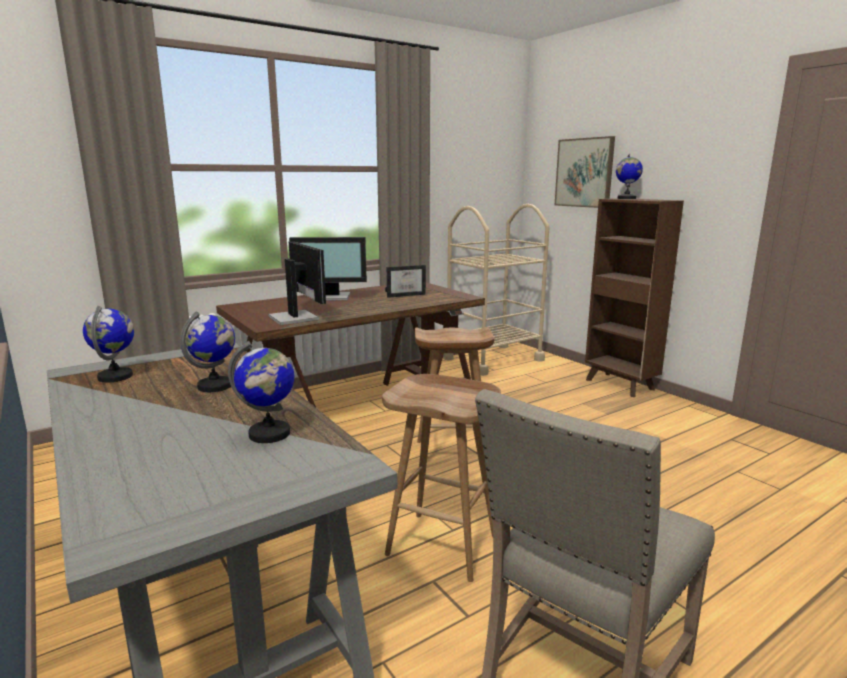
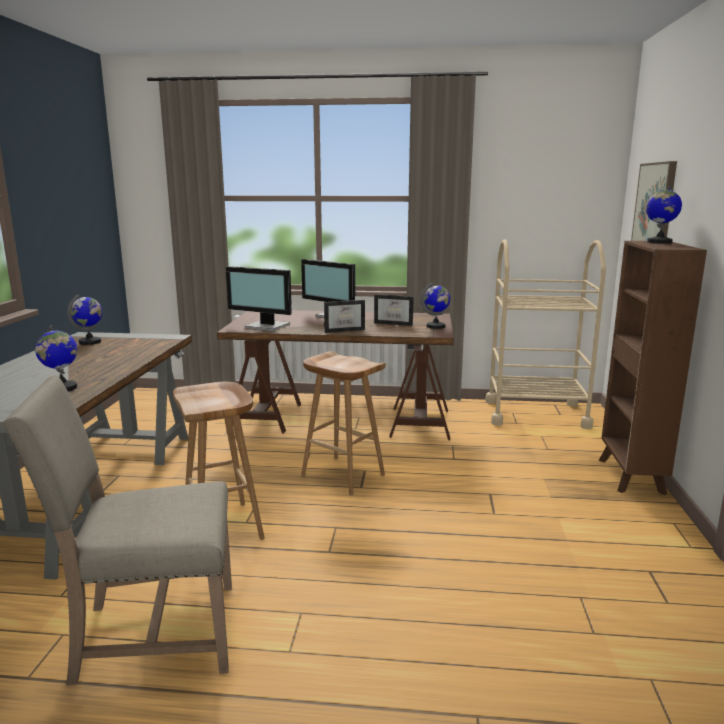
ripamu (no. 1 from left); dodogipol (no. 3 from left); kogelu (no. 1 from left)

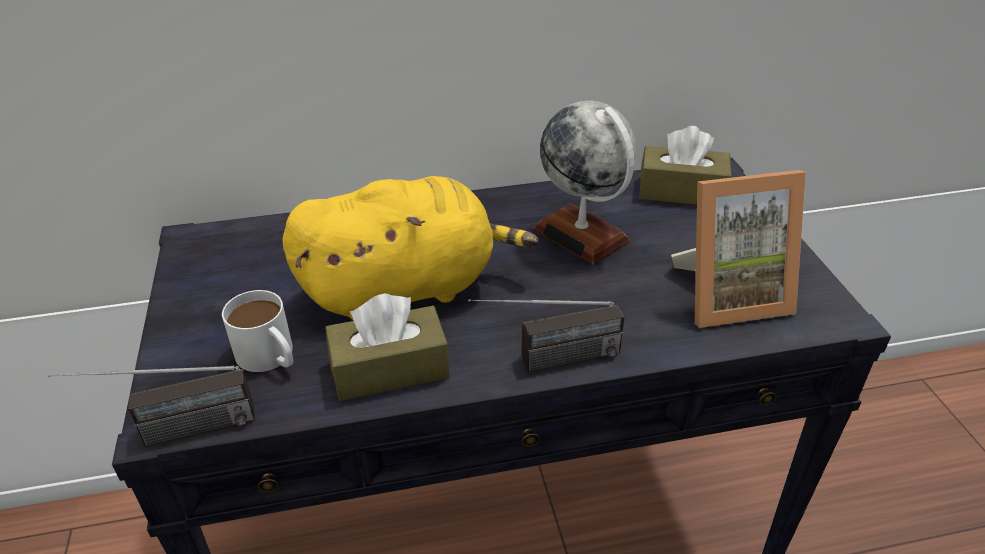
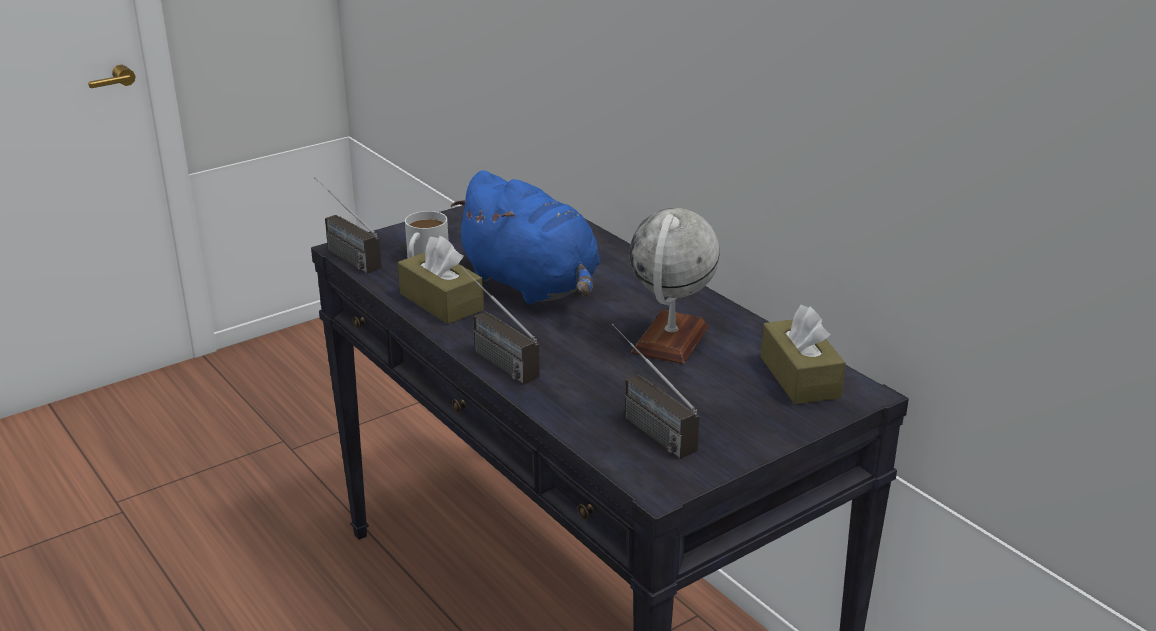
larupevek (no. 3 from left); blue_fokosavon

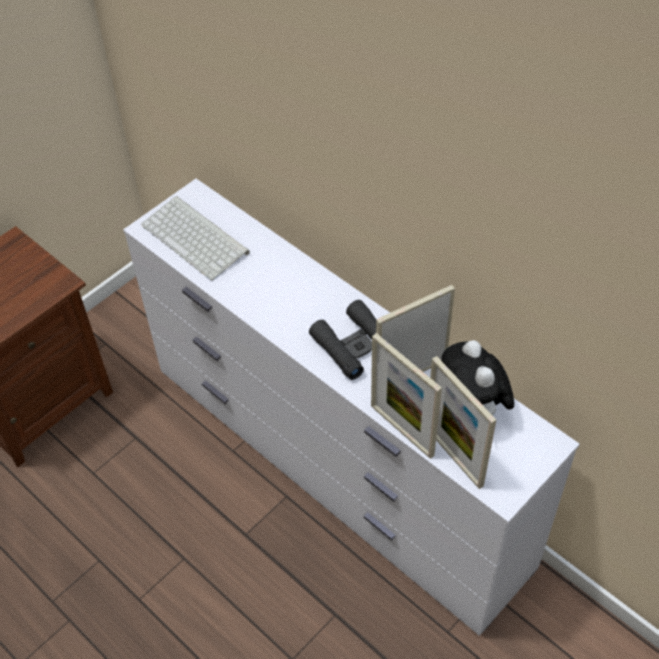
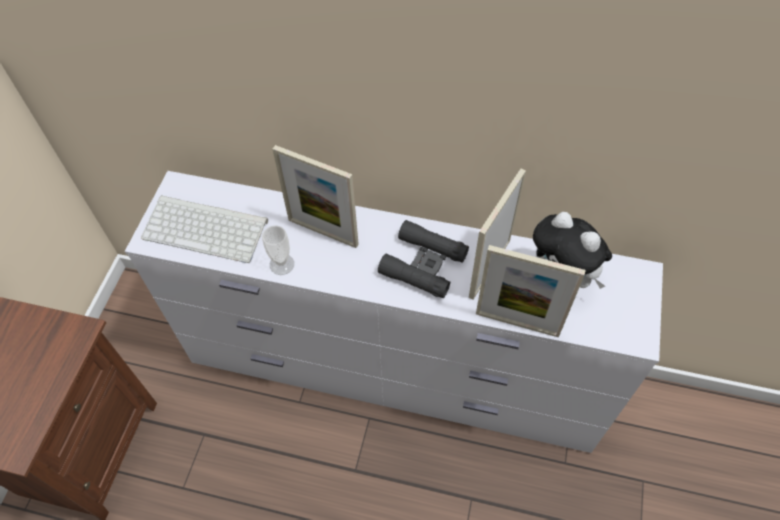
kogelu (no. 1 from left); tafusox

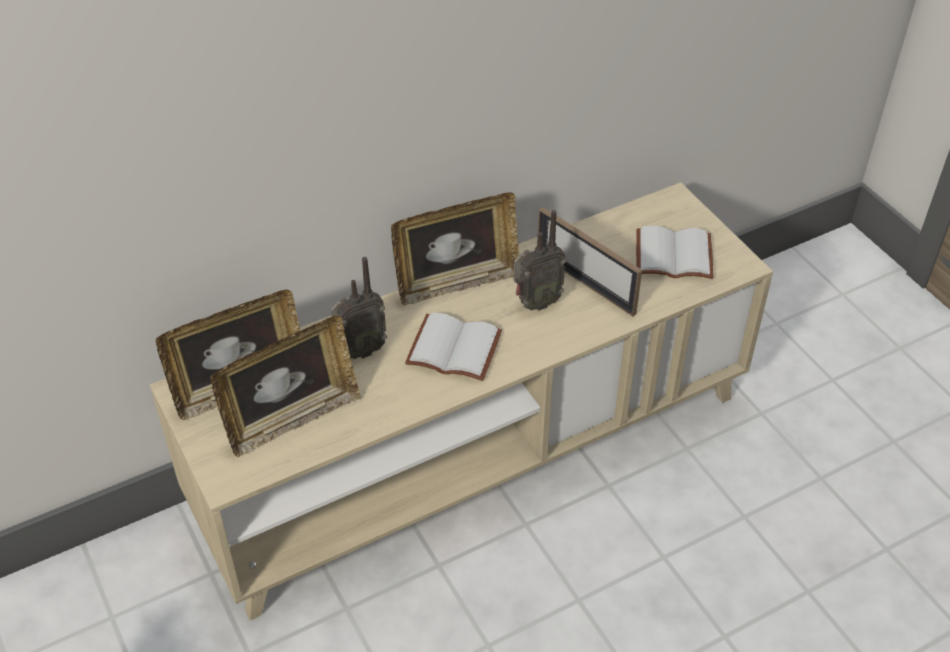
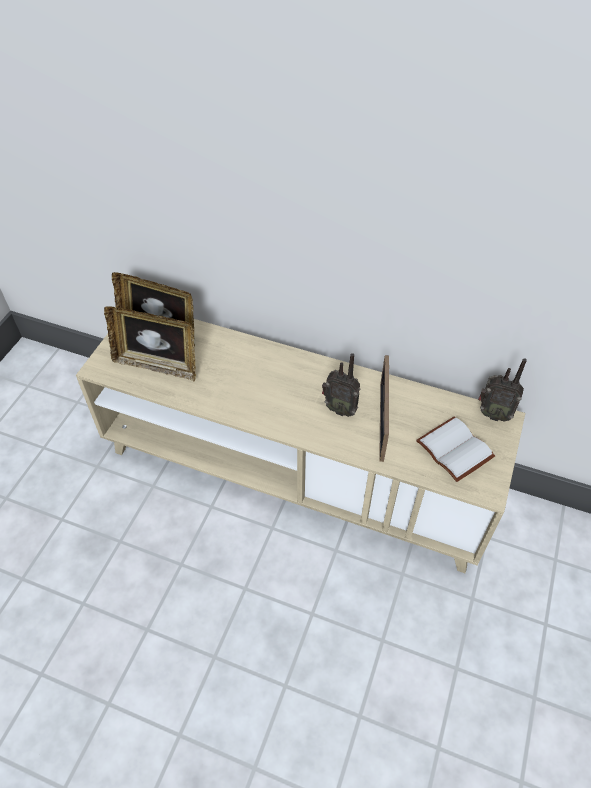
kogelu (no. 3 from left in the first image); larupevek (no. 2 from left); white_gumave (no. 1 from left in the first image)

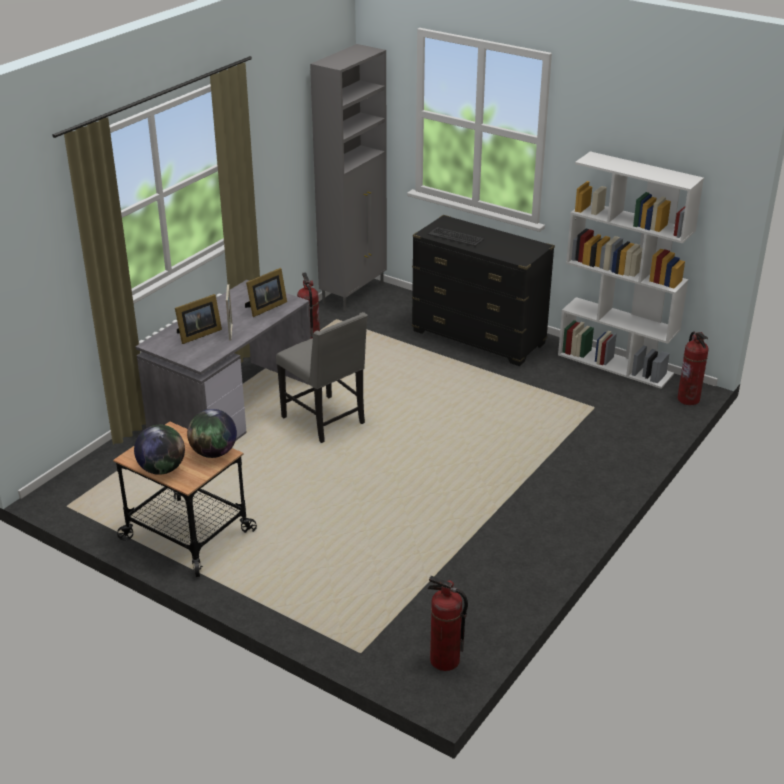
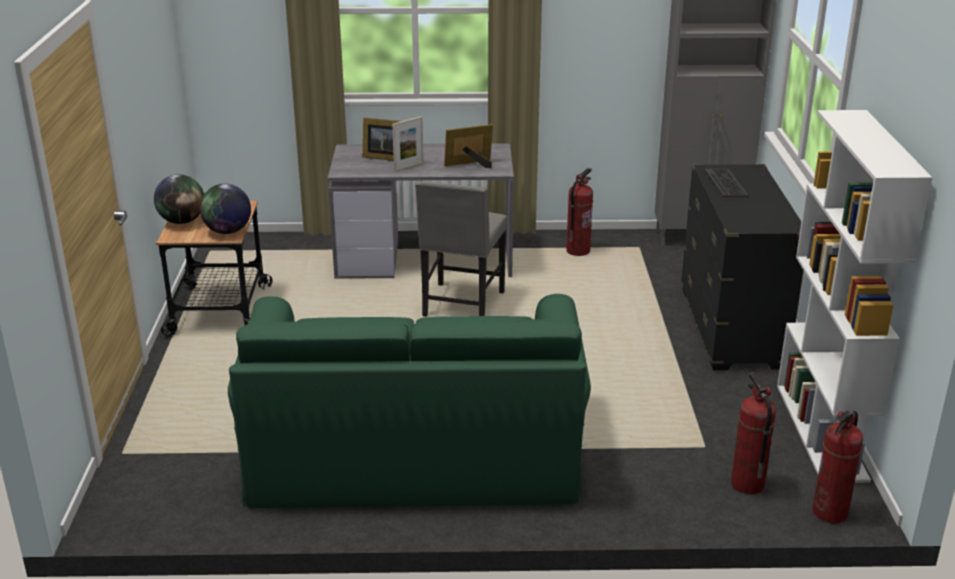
kogelu (no. 3 from left); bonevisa (no. 2 from left); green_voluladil

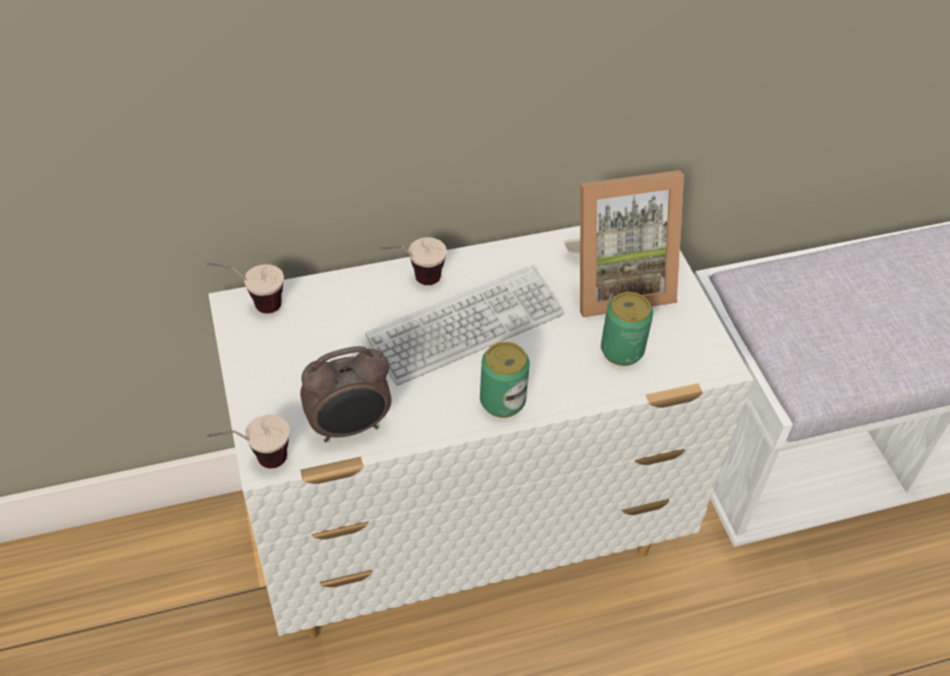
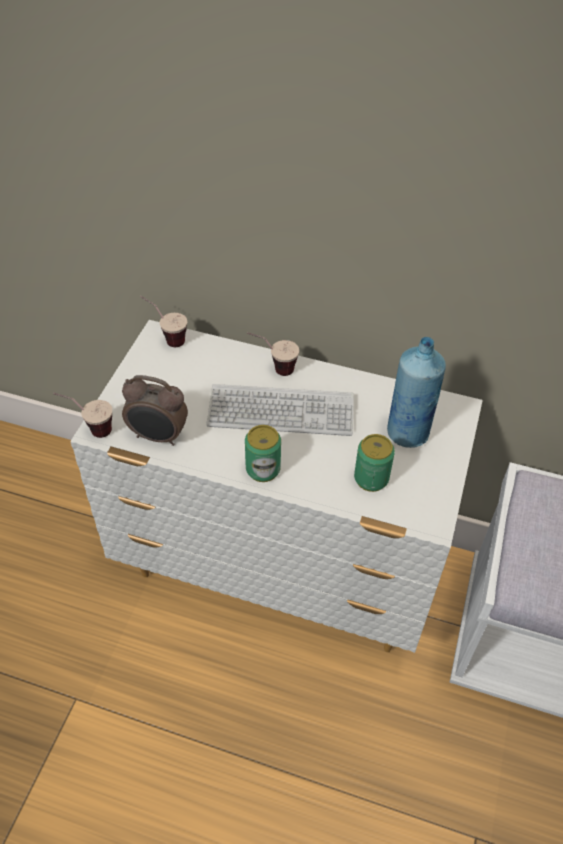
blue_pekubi

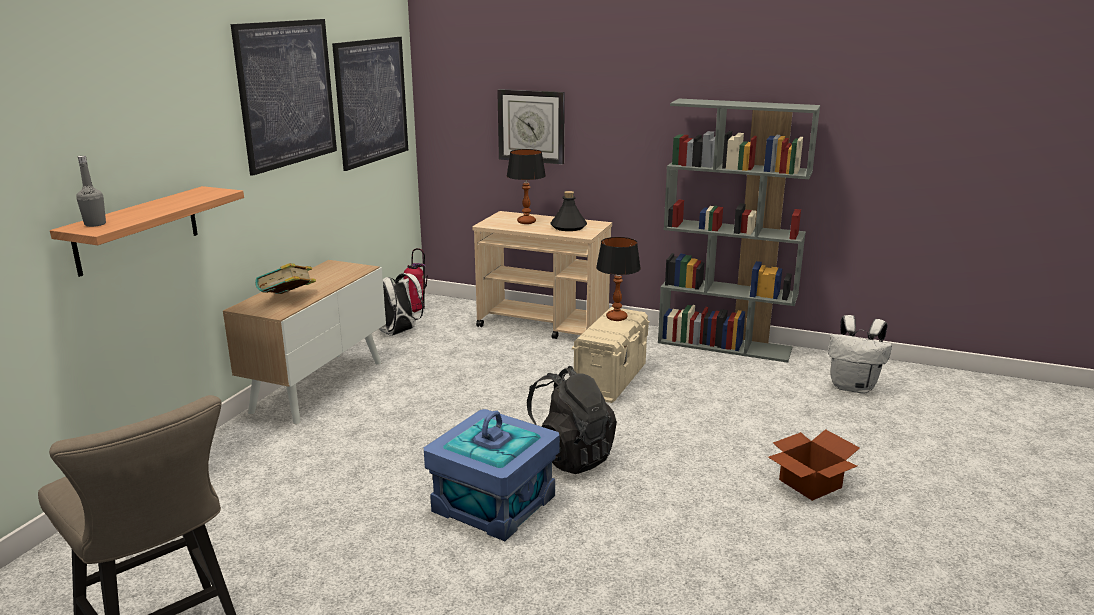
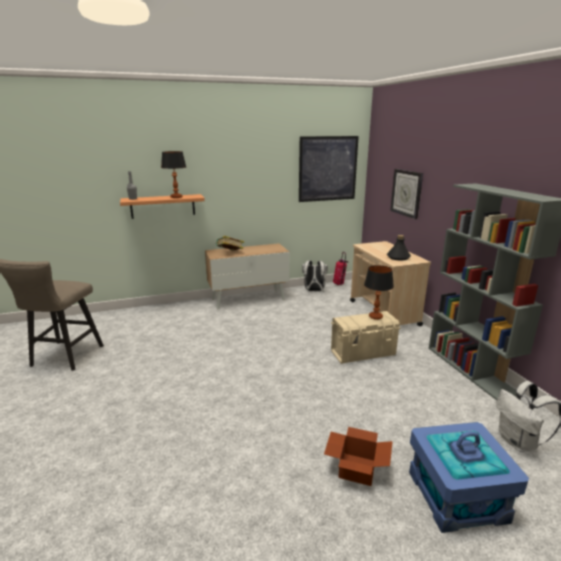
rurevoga (no. 1 from left in the first image); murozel (no. 1 from left); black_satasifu; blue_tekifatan

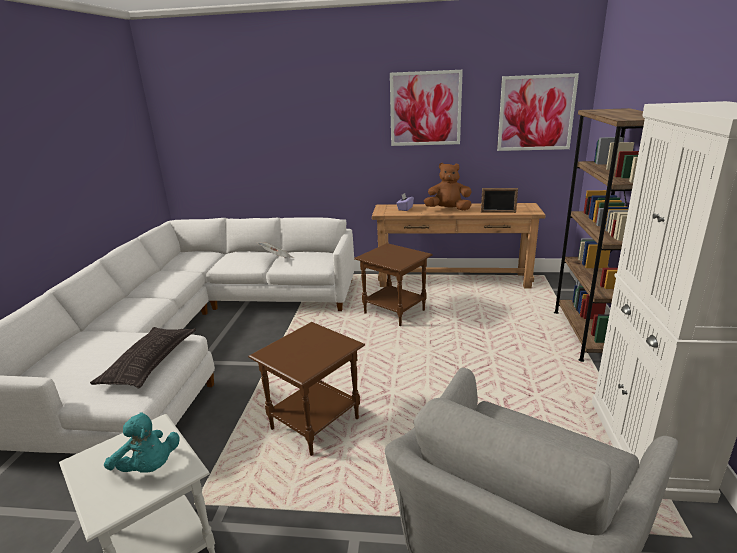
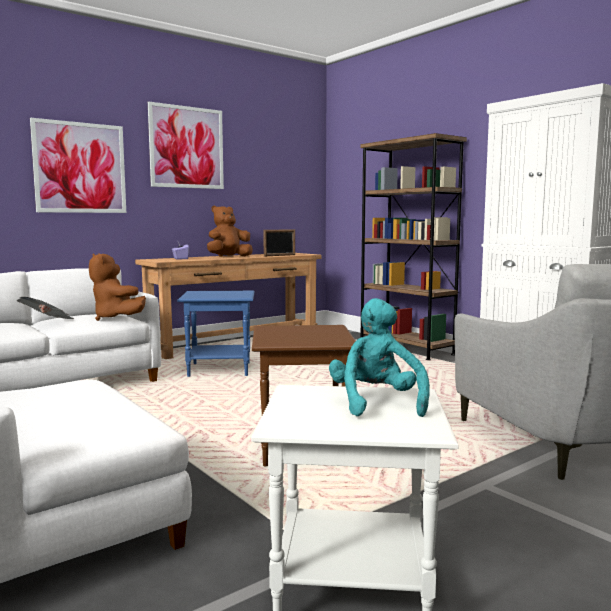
rurevoga (no. 1 from left); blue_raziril; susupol; turquoise_fokosavon; brown_fokosavon (no. 1 from left)

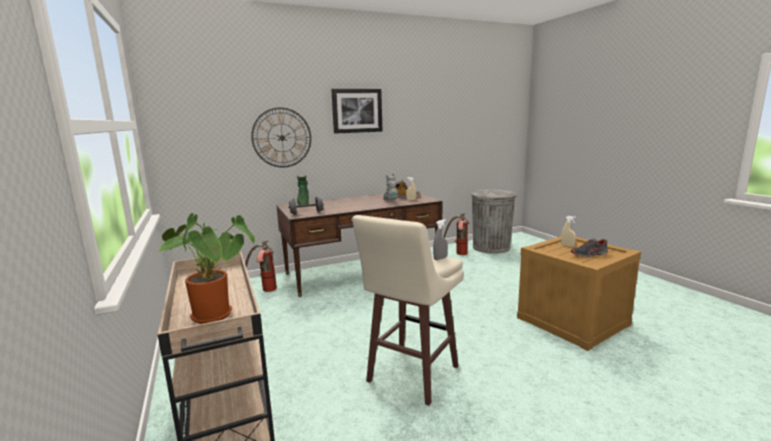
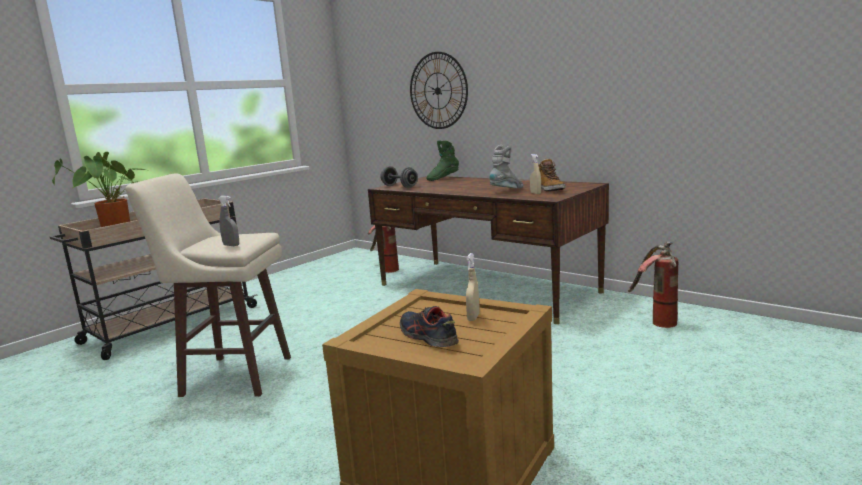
rurevoga; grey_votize

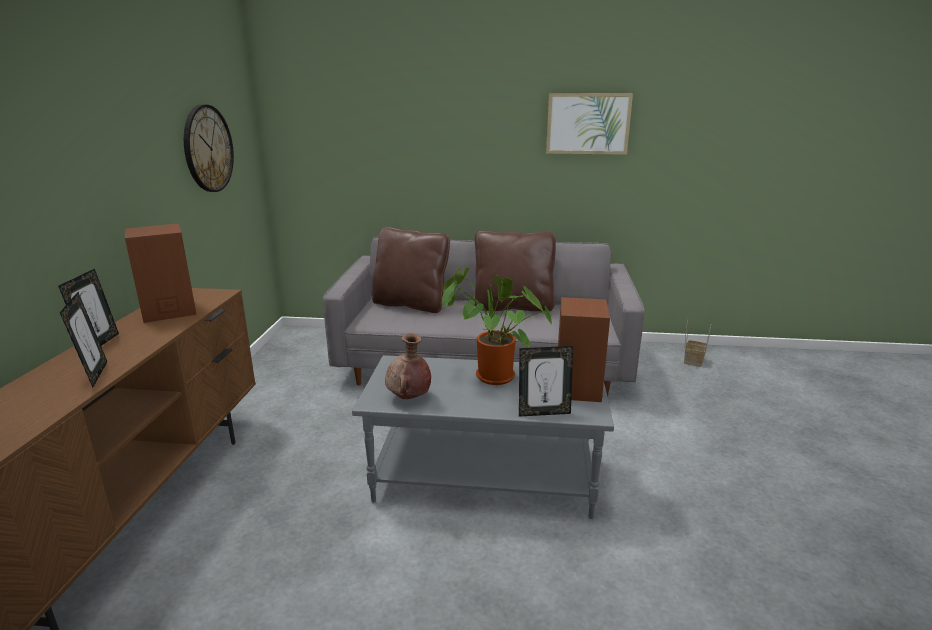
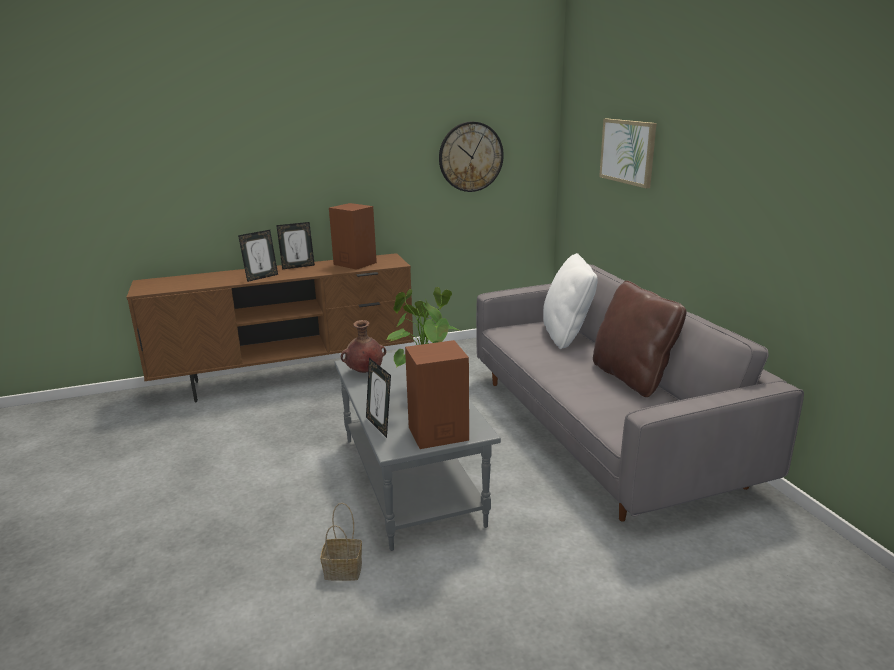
rurevoga; white_susupol; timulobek

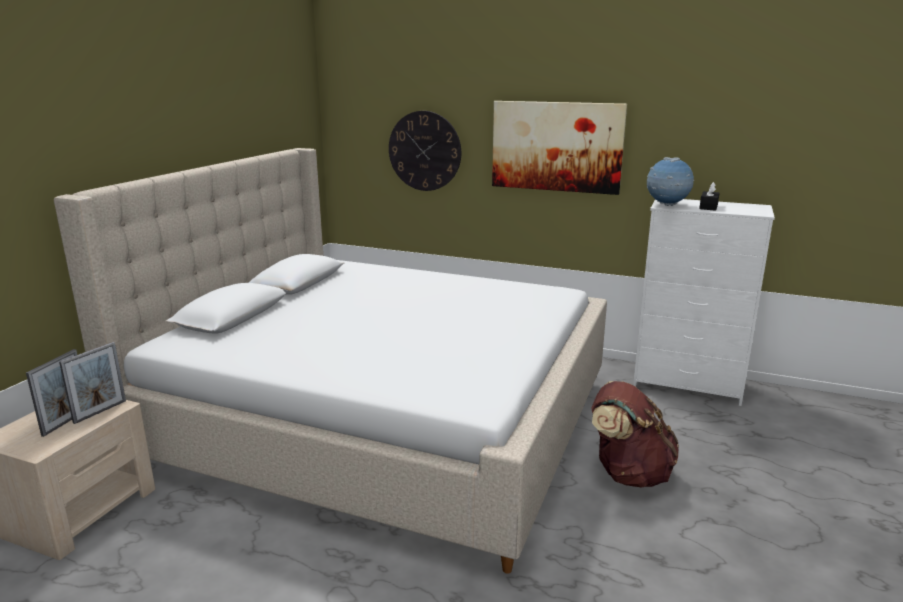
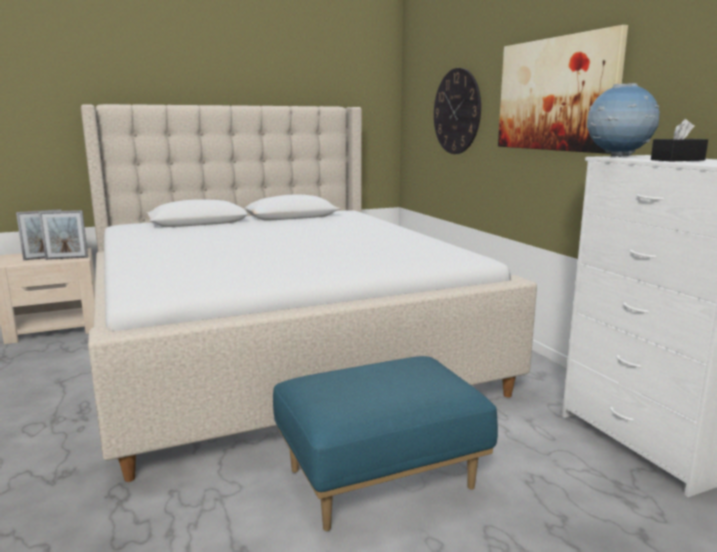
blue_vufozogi

